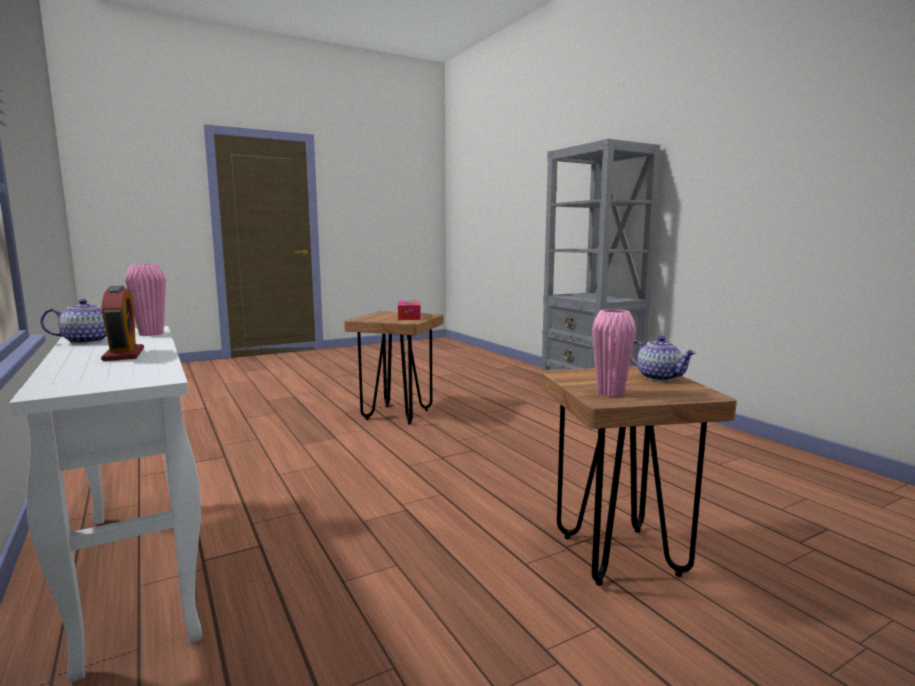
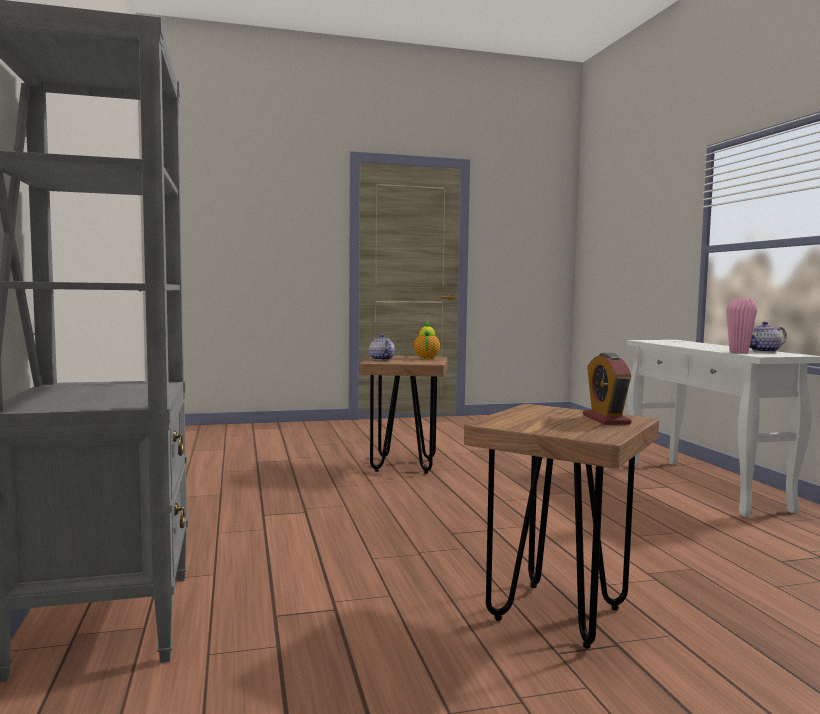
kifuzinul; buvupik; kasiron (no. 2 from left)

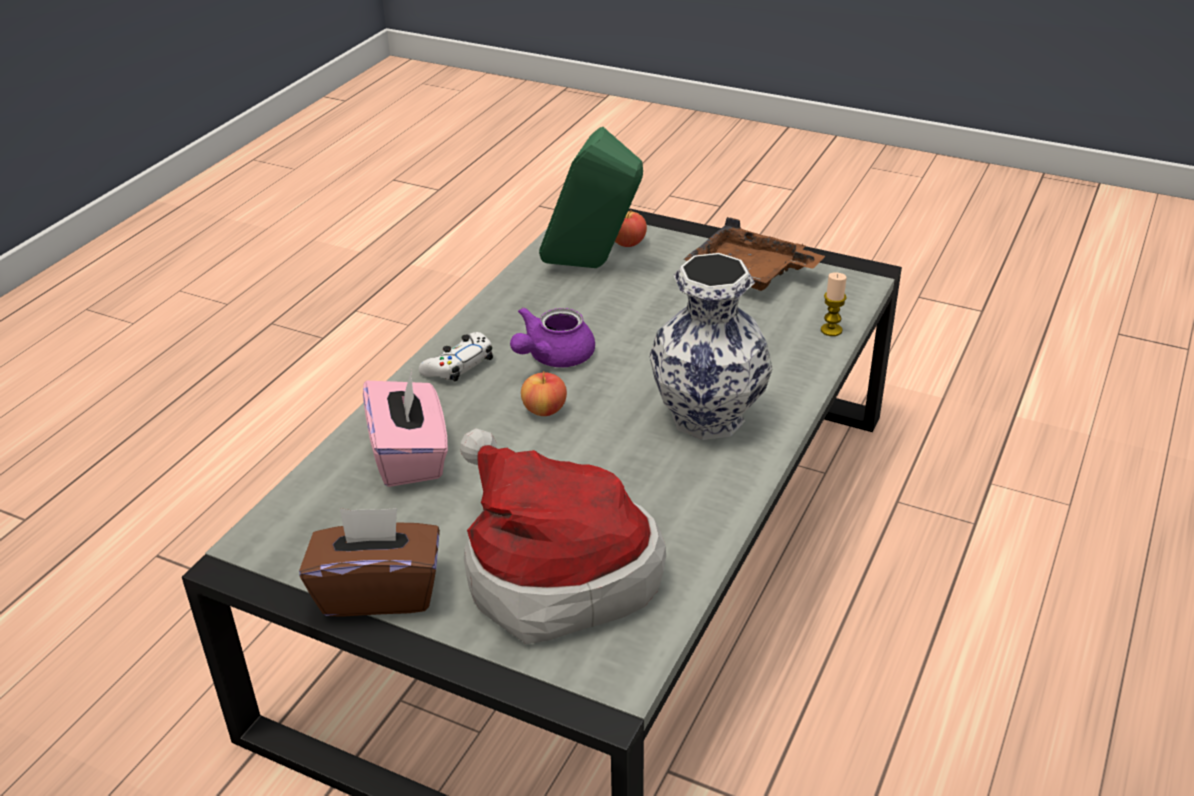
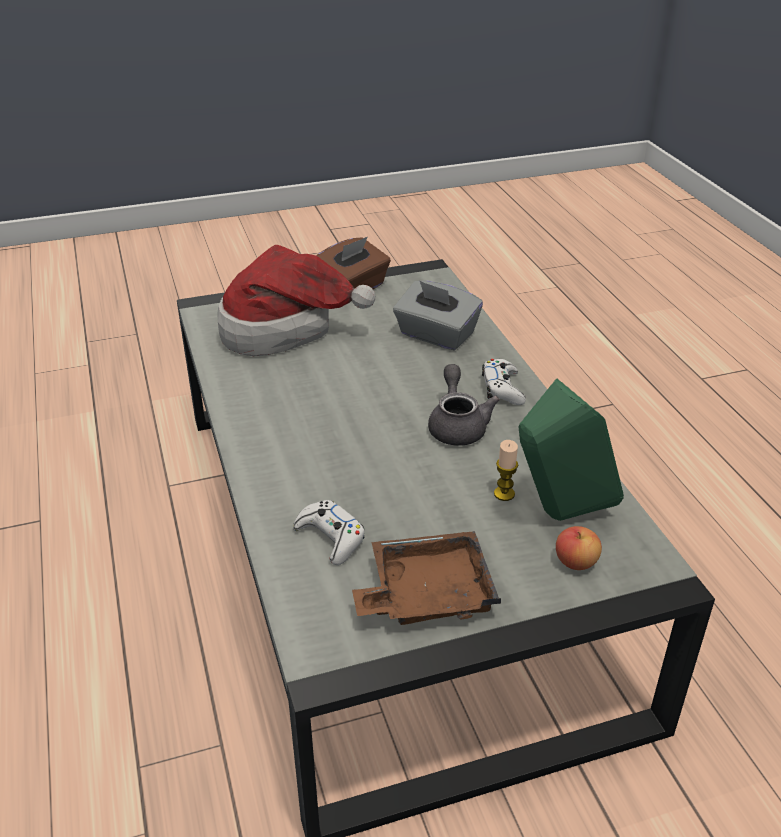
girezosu; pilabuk; grey_kasiron; grey_buvupik; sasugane (no. 1 from left in the first image); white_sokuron (no. 1 from left)

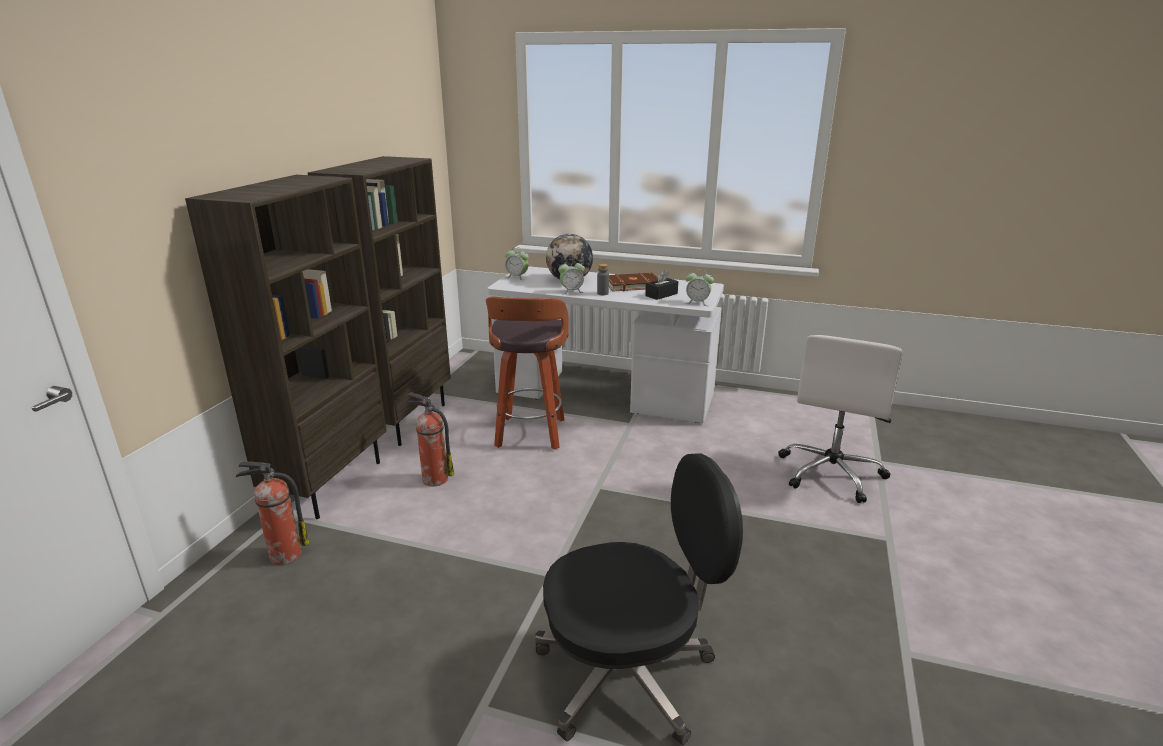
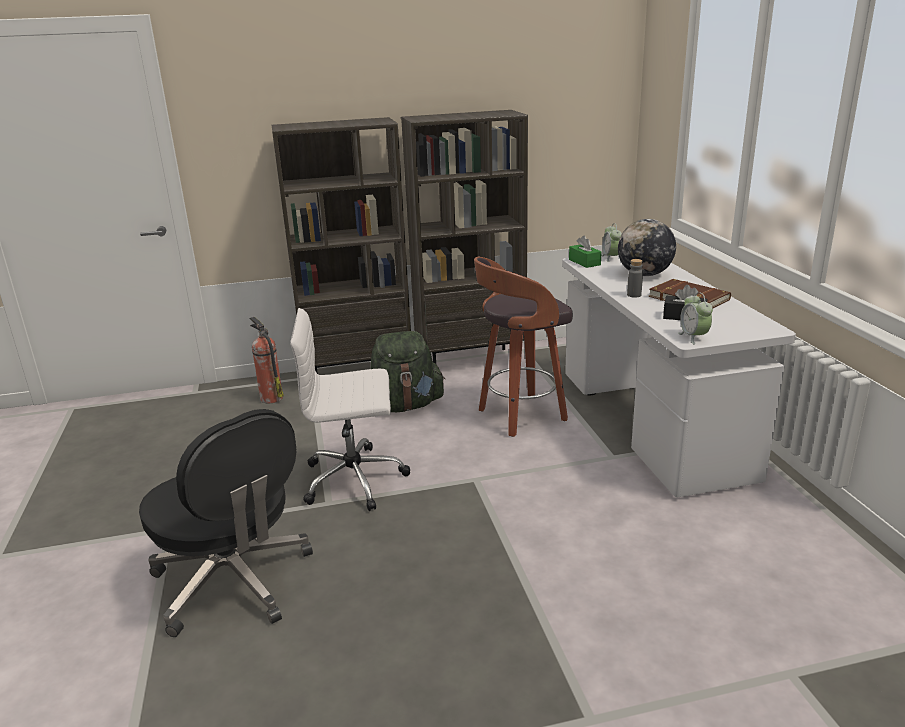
kifuzinul (no. 2 from left in the first image); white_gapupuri; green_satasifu; green_buvupik

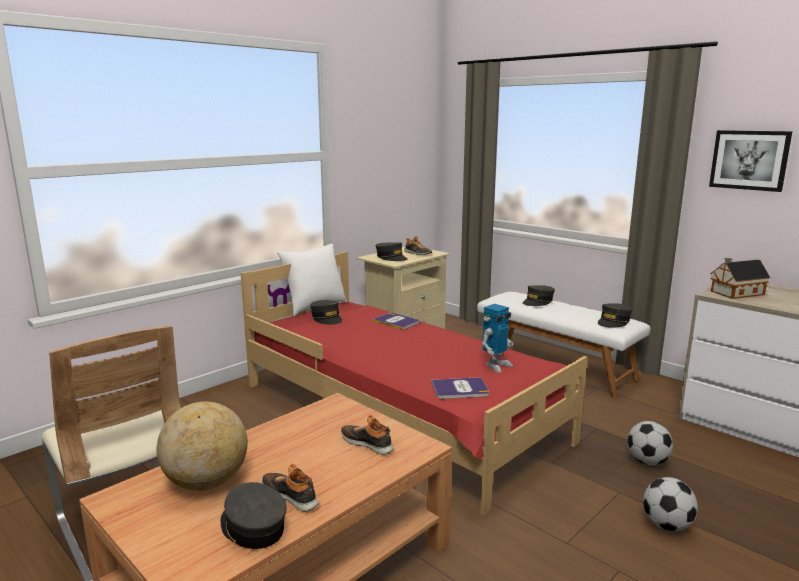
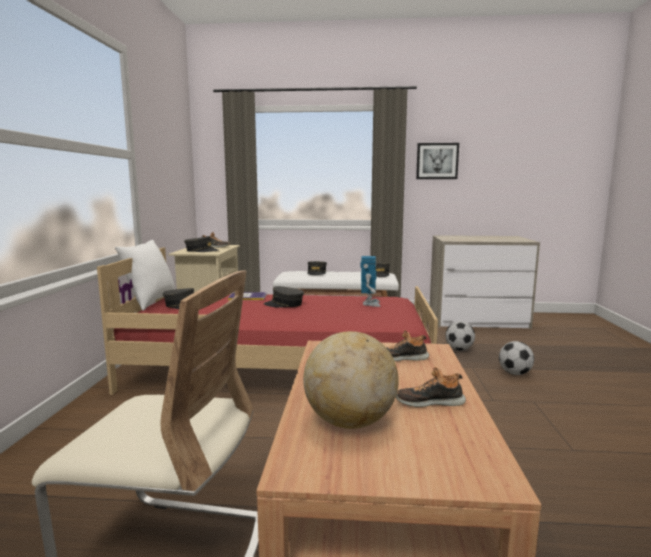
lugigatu; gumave (no. 2 from left in the first image); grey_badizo (no. 3 from left)

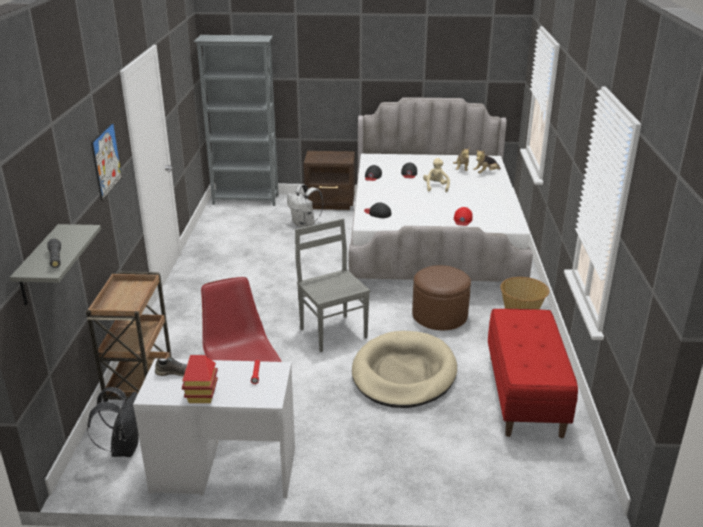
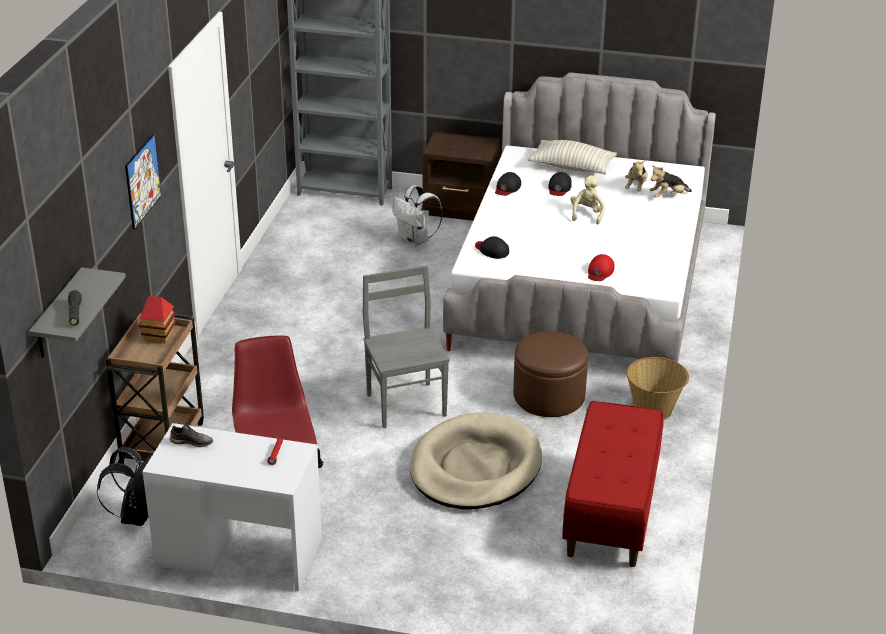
lugigatu; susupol

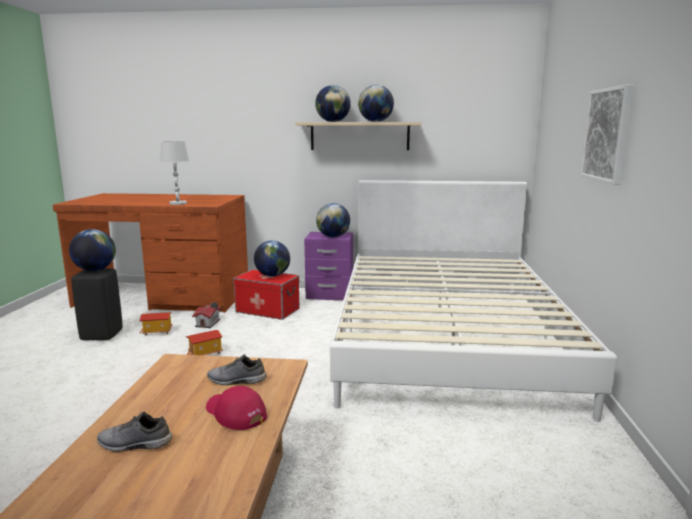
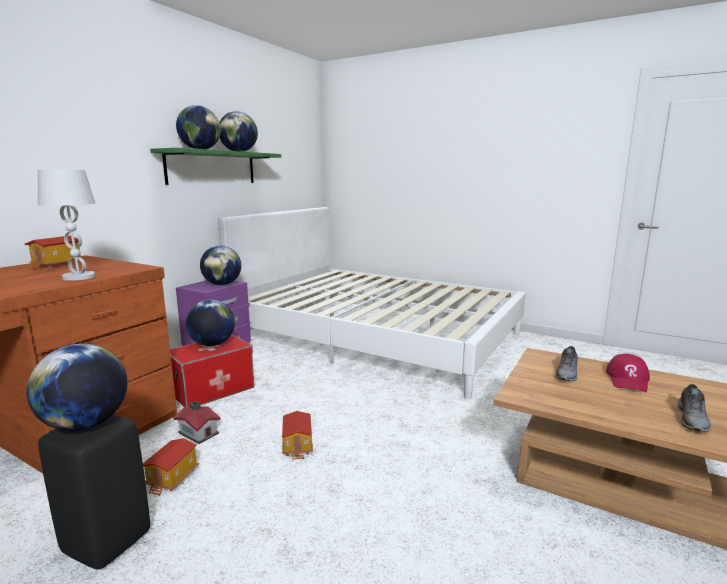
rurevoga; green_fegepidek; red_badizo; lugigatu (no. 1 from left)

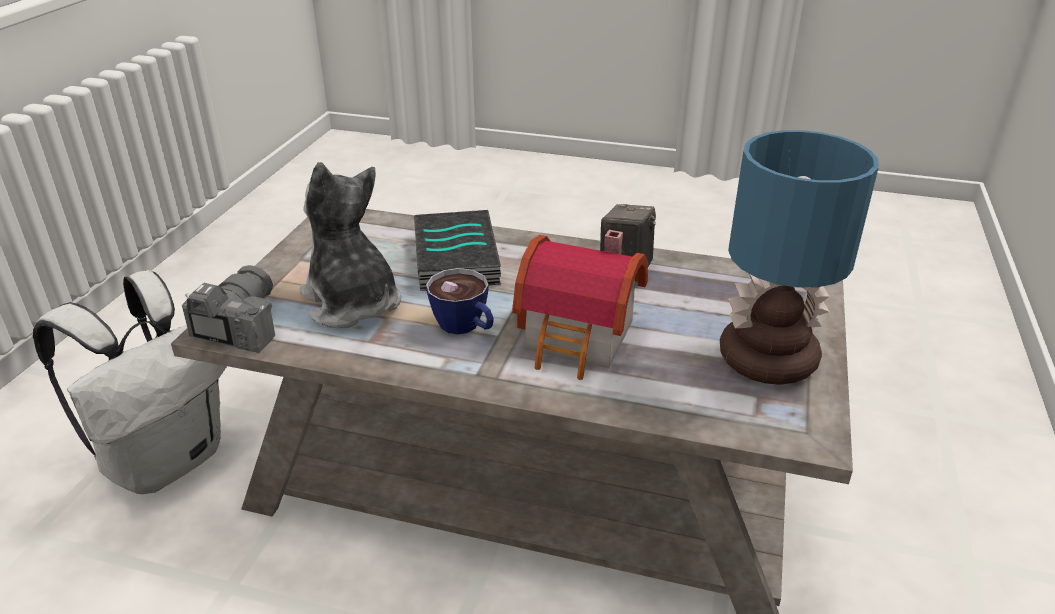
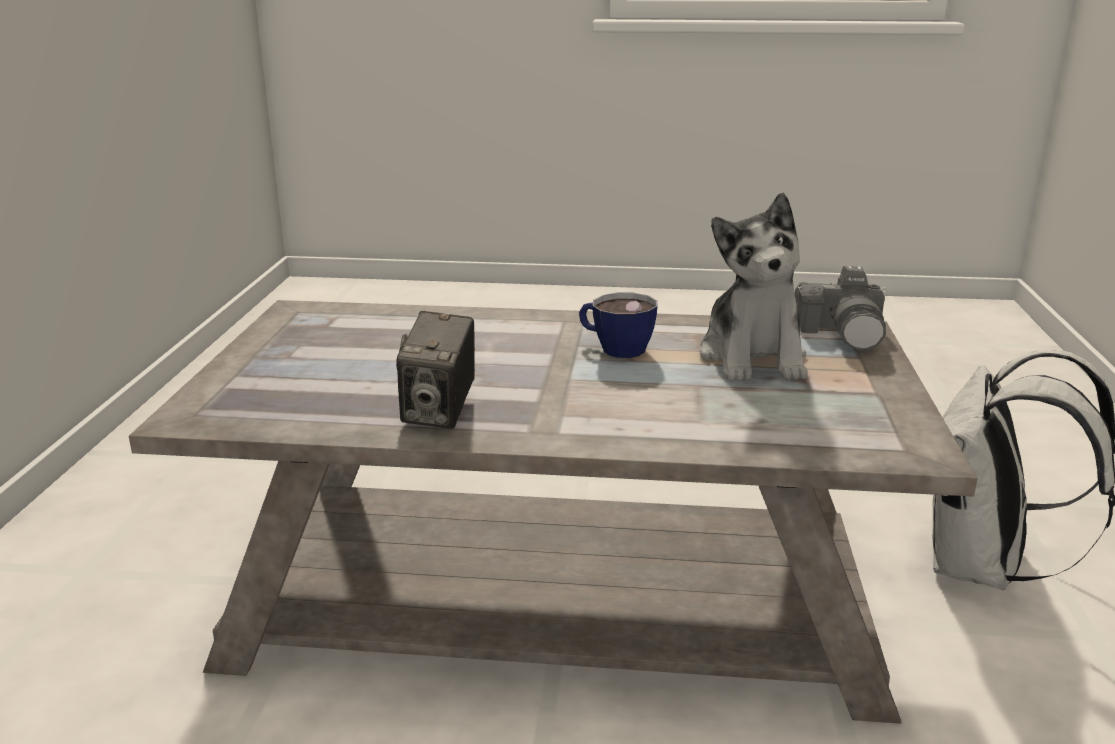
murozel; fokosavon; gumave; lugigatu

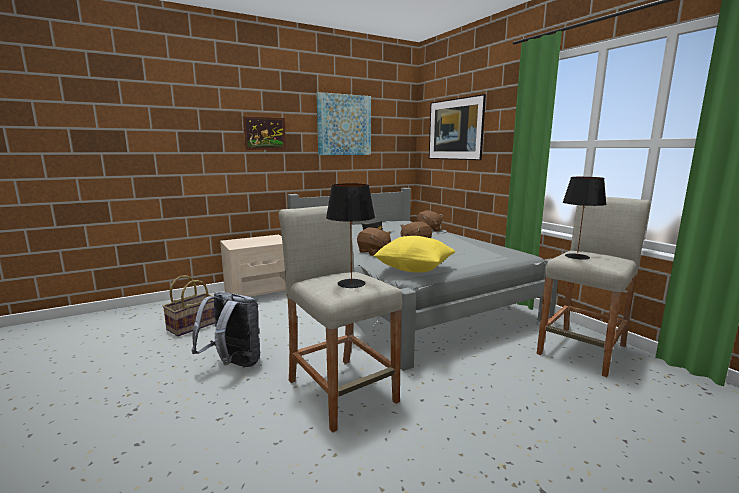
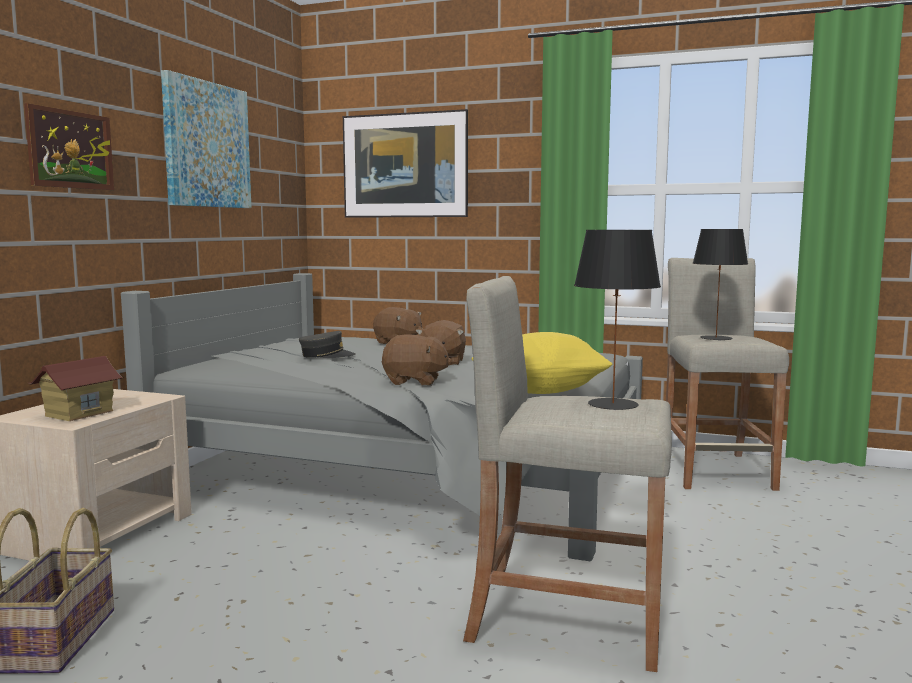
grey_satasifu; lugigatu

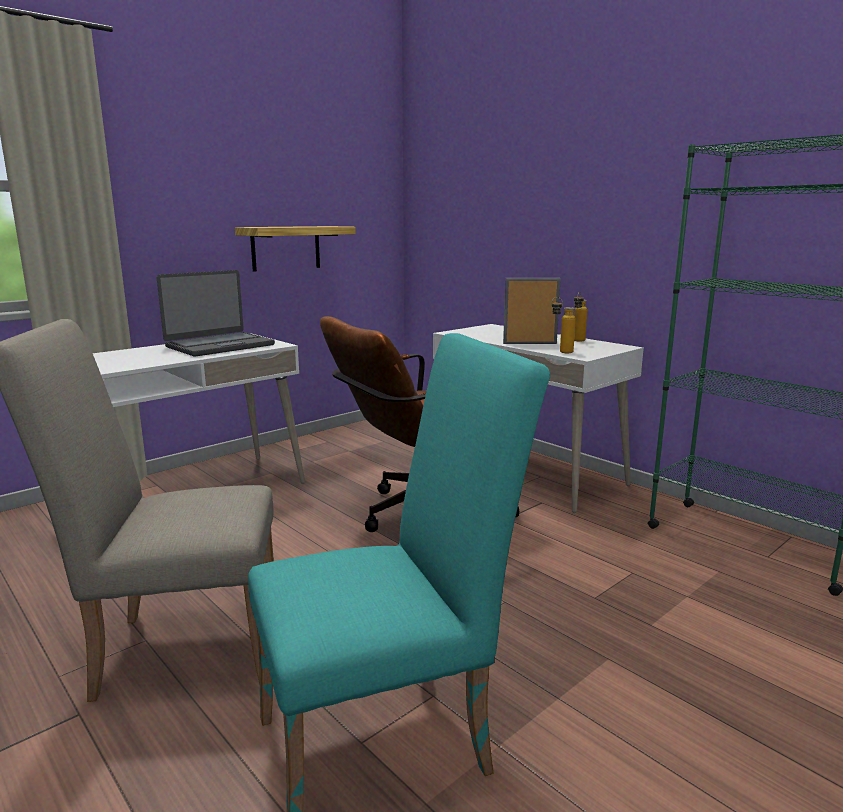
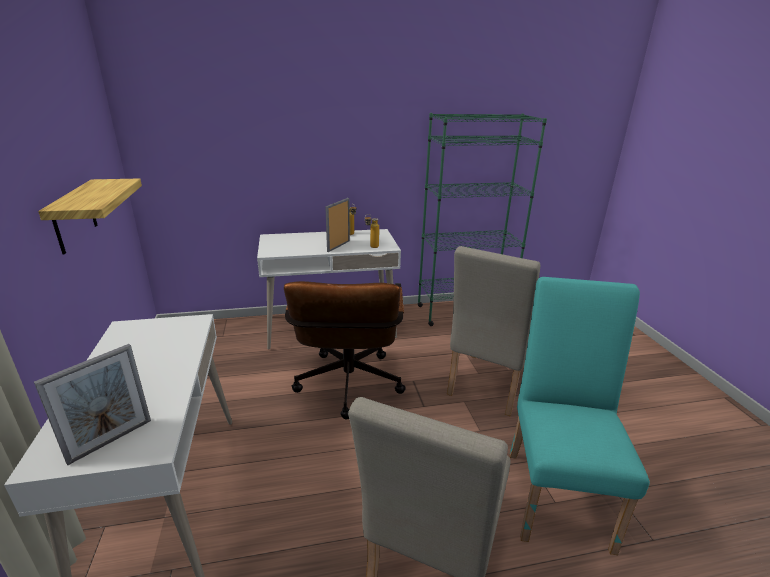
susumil; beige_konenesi (no. 2 from left); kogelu (no. 1 from left)

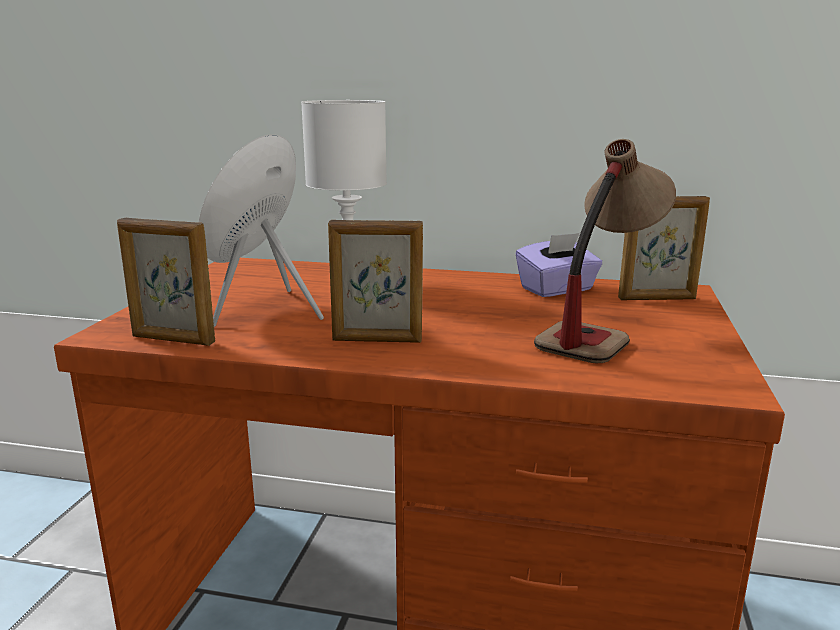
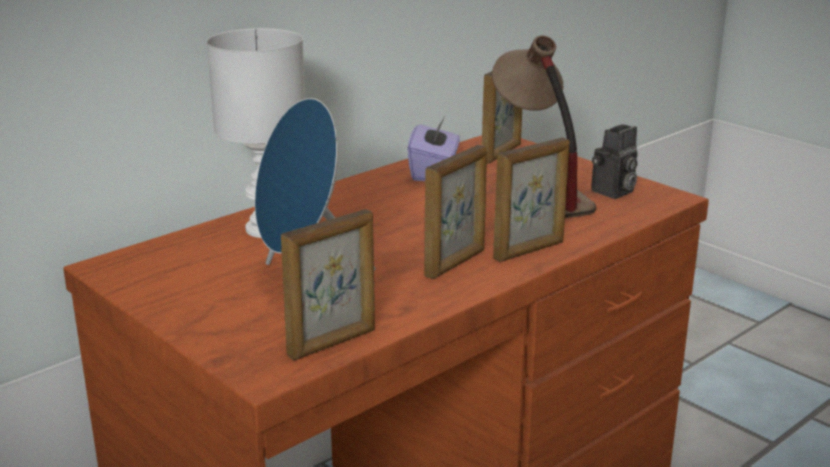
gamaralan; kogelu (no. 4 from left)

